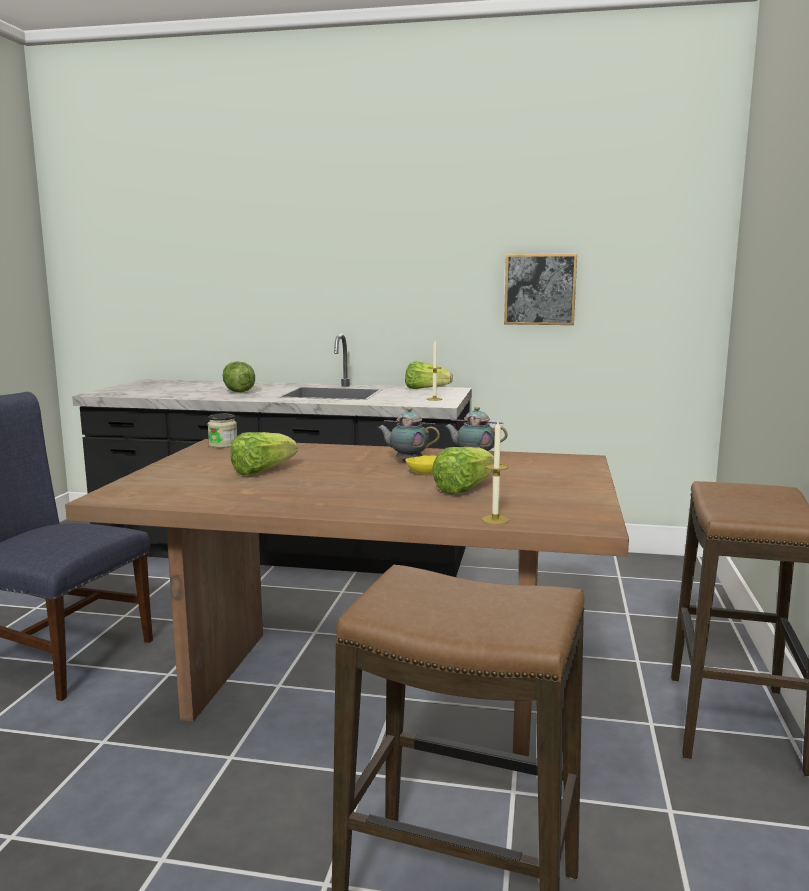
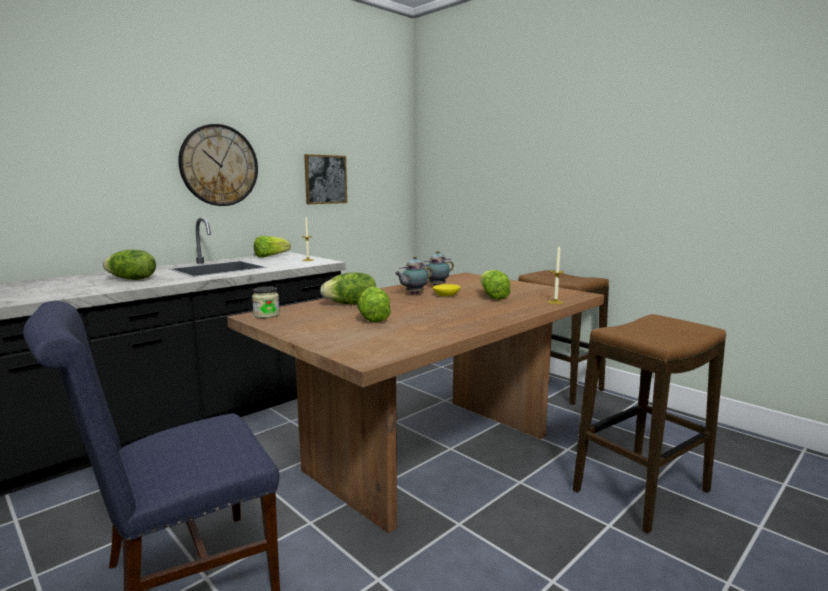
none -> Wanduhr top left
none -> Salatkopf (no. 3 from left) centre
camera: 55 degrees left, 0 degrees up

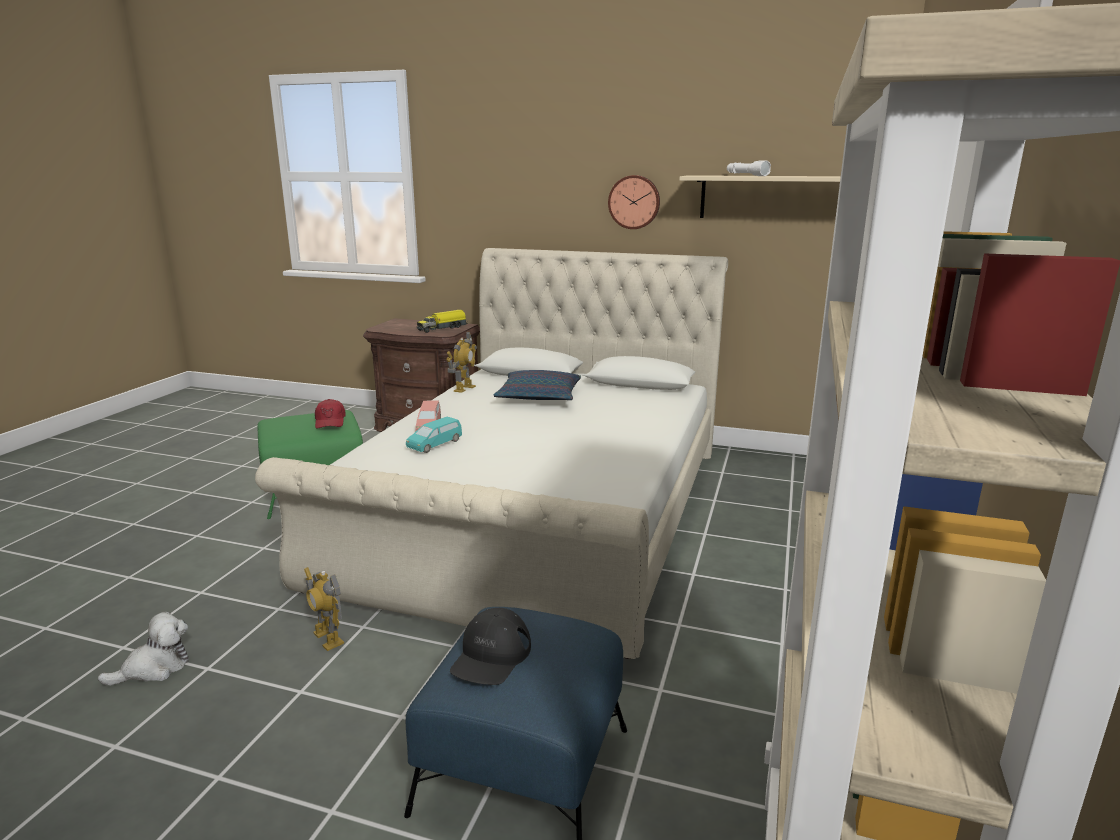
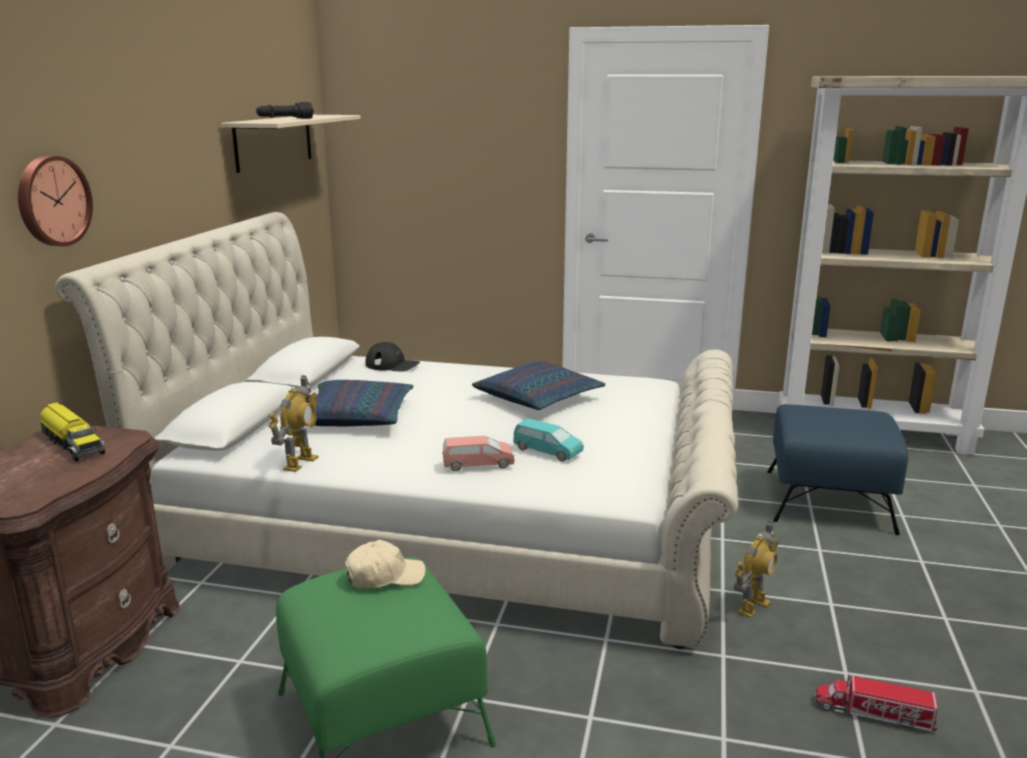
none -> Kissen [blau] (no. 2 from left) centre
Kappe [schwarz] bottom centre -> Kappe [schwarz] centre, shifted
Wanduhr top centre -> Wanduhr top left, shifted
Plüschtier bottom left -> Spielzeuglaster (no. 2 from left) bottom right
Kappe [rot] middle left -> Kappe [beige] bottom centre
Taschenlampe [weiß] top right -> Taschenlampe [schwarz] top left
Spielzeugroboter (no. 2 from left in the first image) centre -> Spielzeugroboter (no. 1 from left) middle left, 90 degrees clockwise
camera: 95 degrees left, 0 degrees up

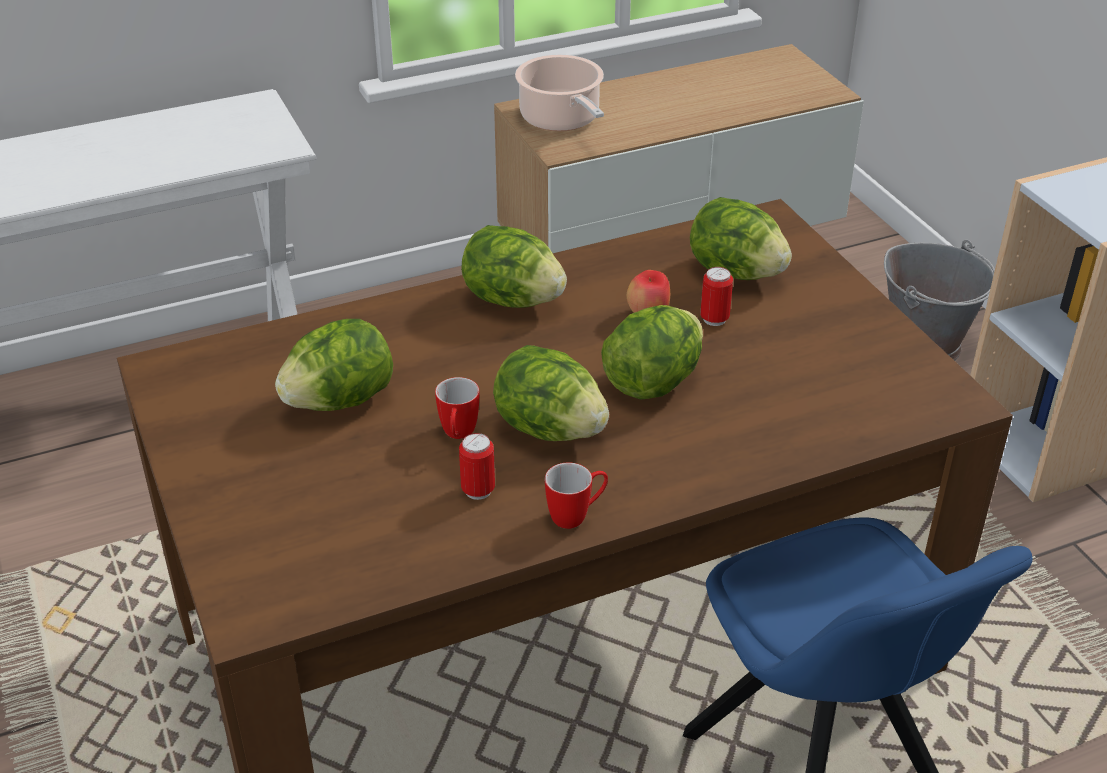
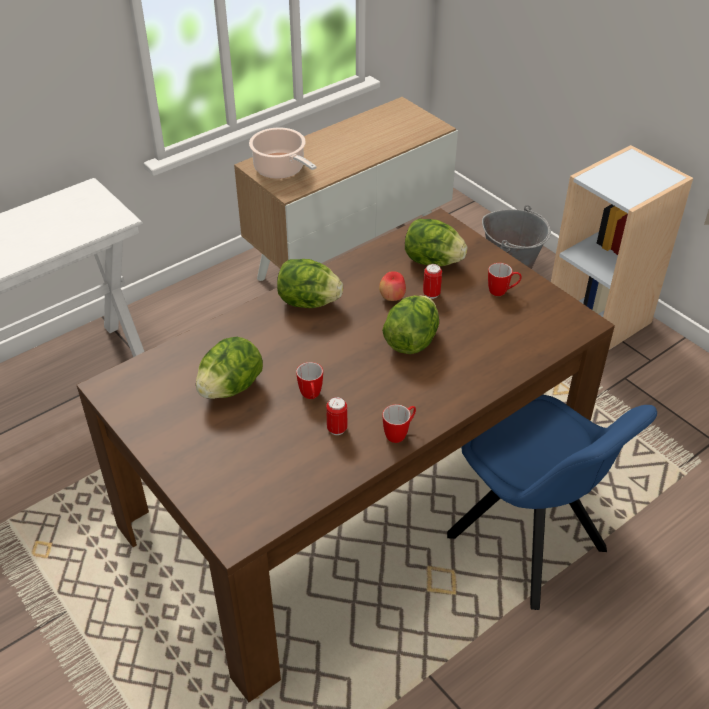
Salatkopf (no. 3 from left) centre -> none
none -> Henkelbecher (no. 3 from left) middle right
camera: 15 degrees left, 5 degrees up

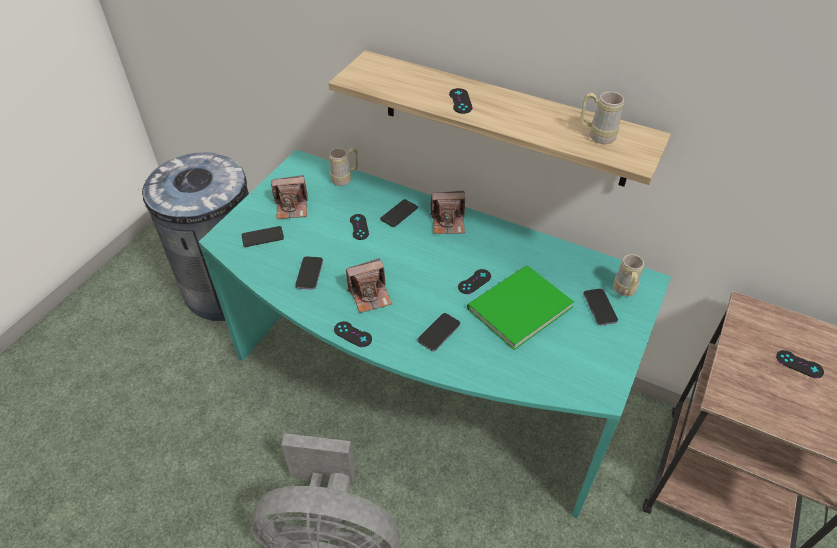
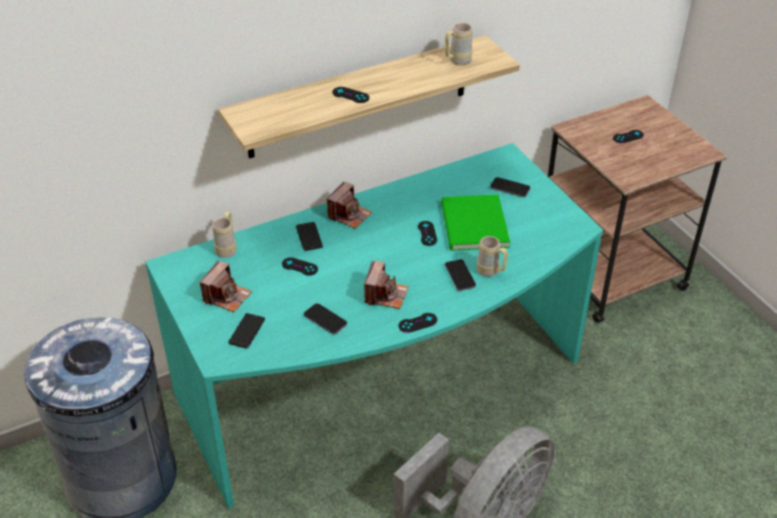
Henkelbecher [beige] (no. 3 from left) middle right -> Henkelbecher [beige] (no. 3 from left) centre, shifted
camera: 55 degrees left, 5 degrees down

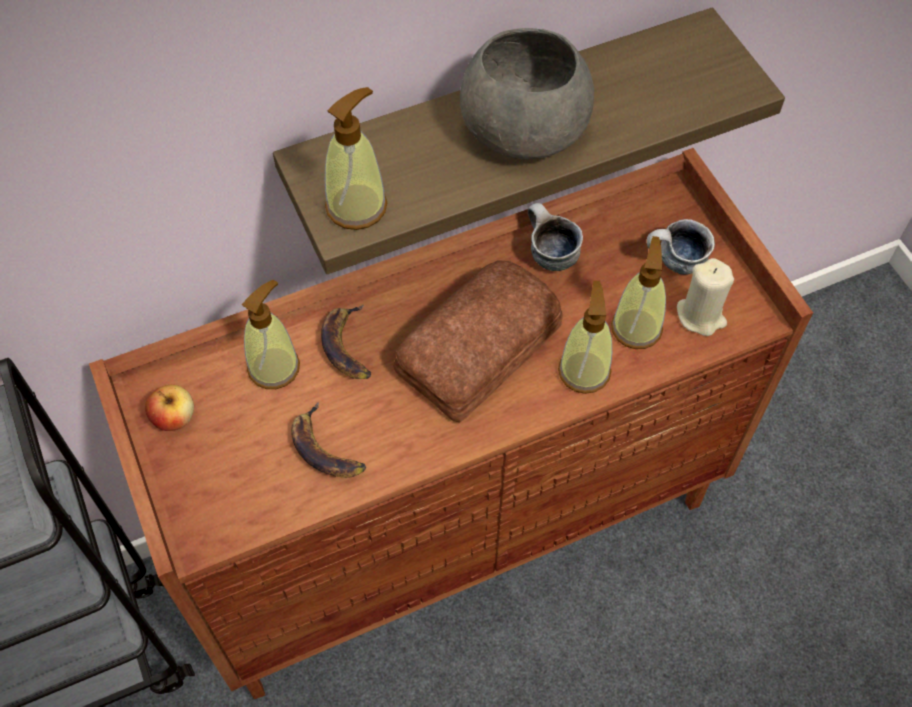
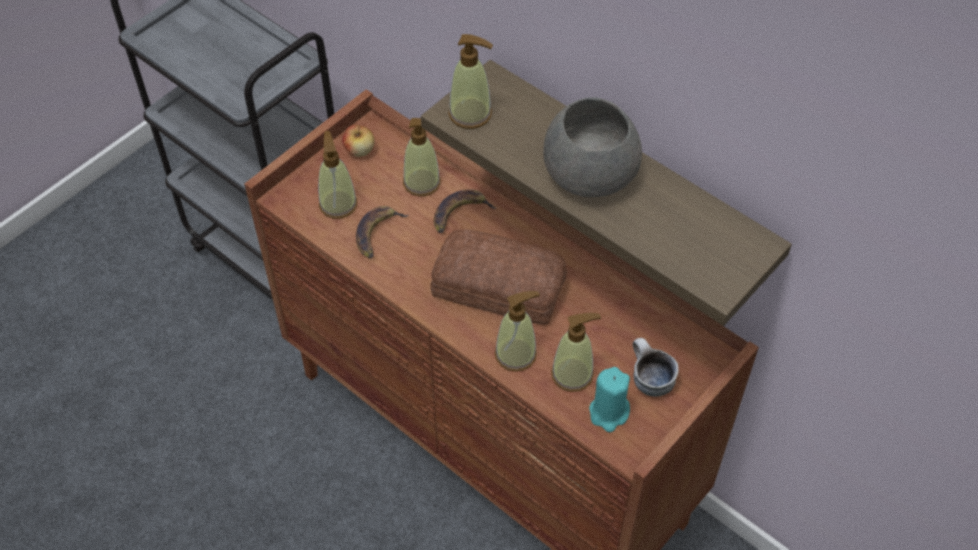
Henkelbecher (no. 1 from left) centre -> none
none -> Seifenspender (no. 1 from left) top centre
Kerze [beige] middle right -> Kerze [türkis] bottom centre
camera: 65 degrees right, 5 degrees down

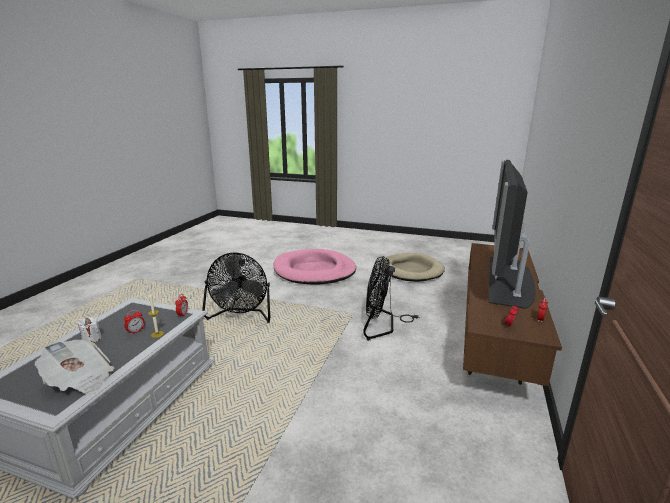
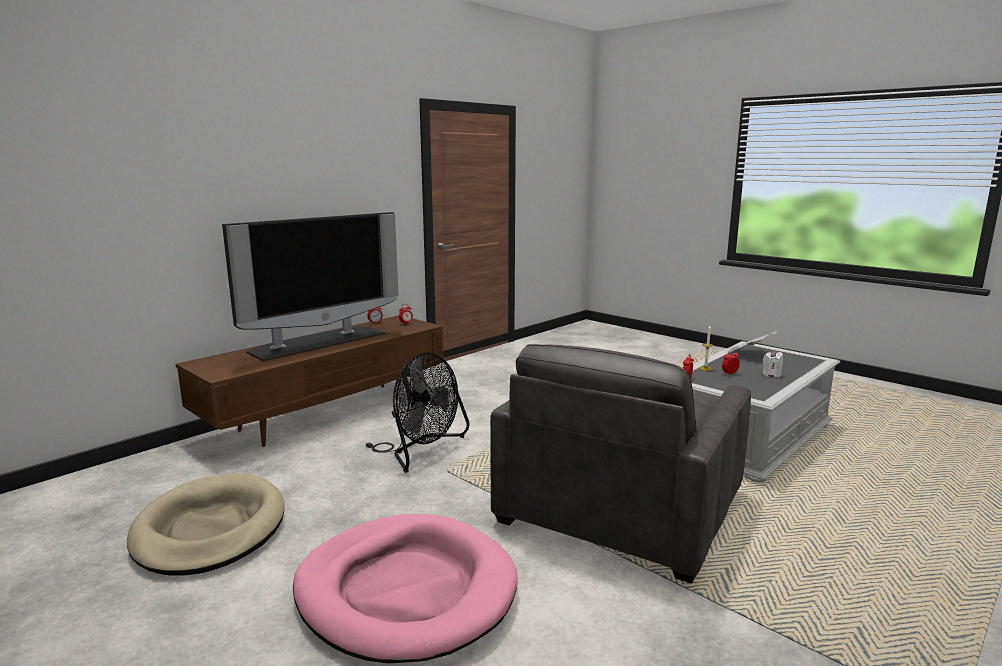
Ventilator [schwarz] (no. 1 from left) centre -> Sessel [grau] bottom centre
camera: 155 degrees left, 5 degrees down

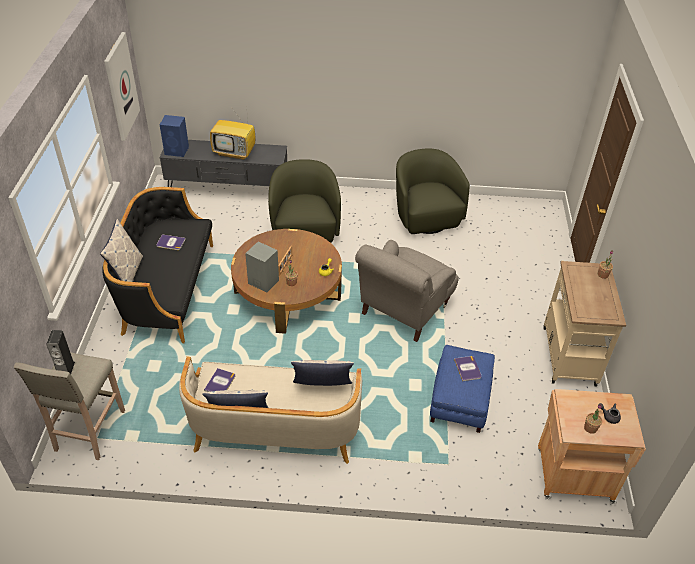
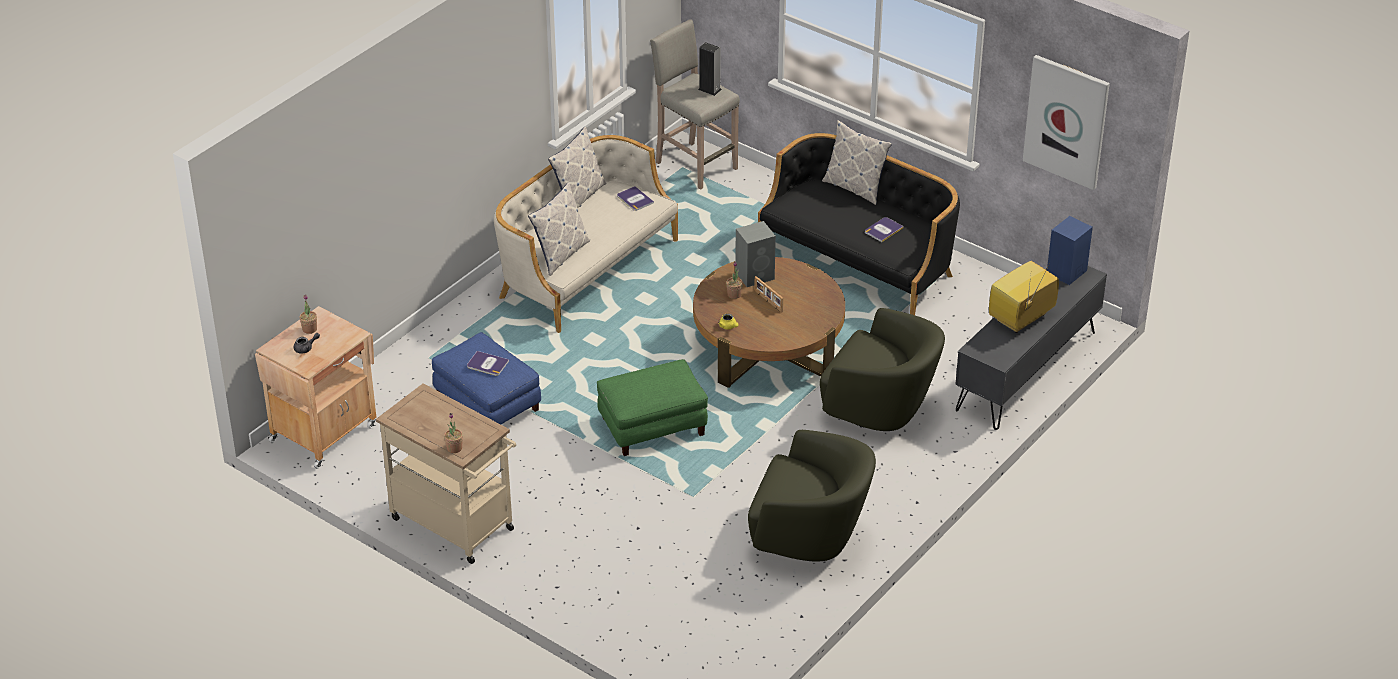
Sessel [grau] centre -> Polsterhocker [grün] centre
camera: 125 degrees right, 5 degrees down

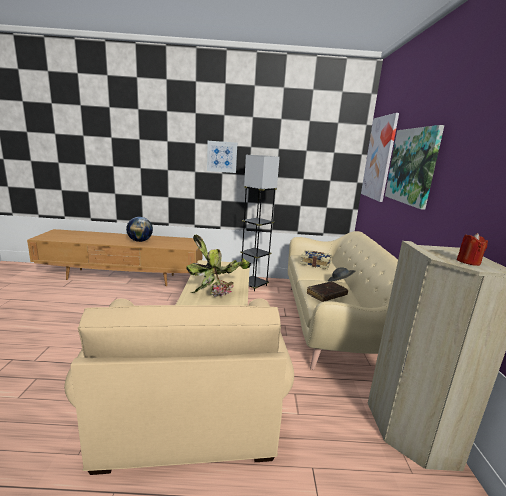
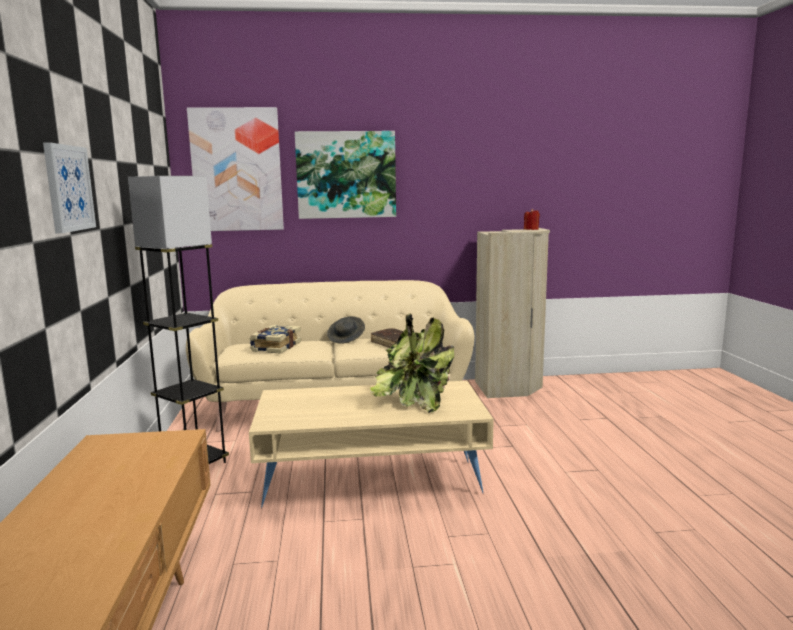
Sessel [beige] bottom centre -> none
Globus middle left -> none
camera: 95 degrees left, 5 degrees down

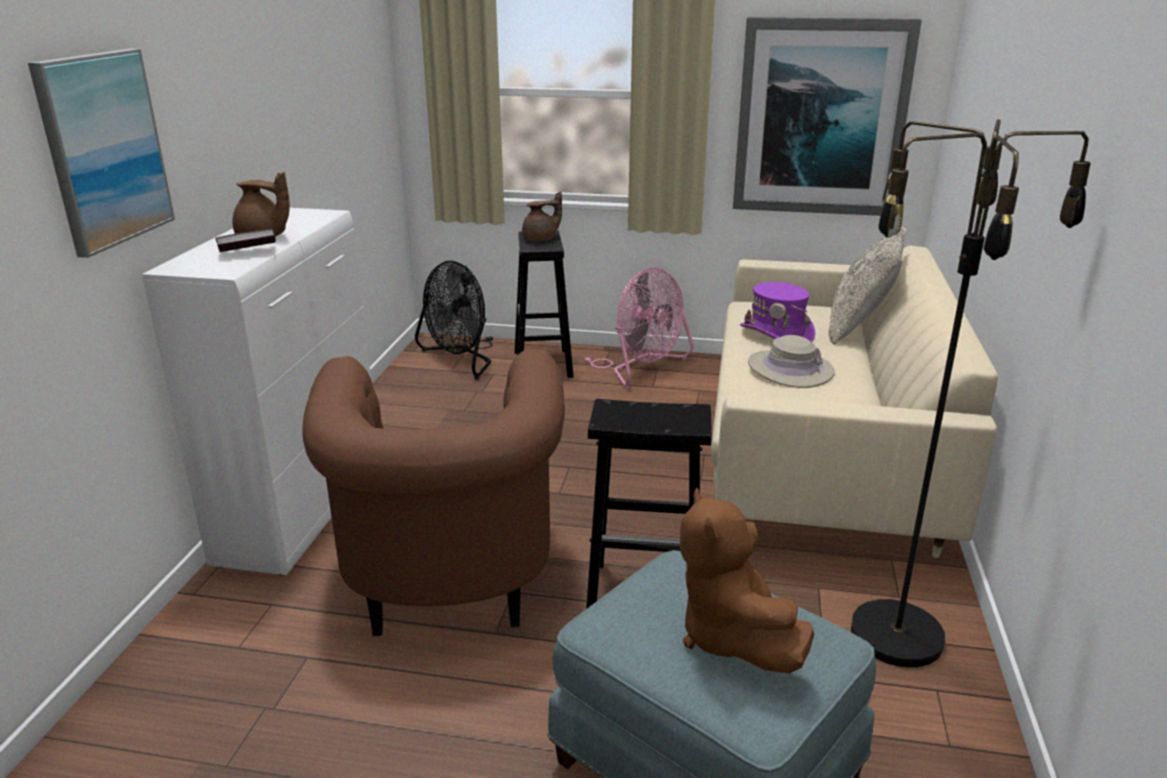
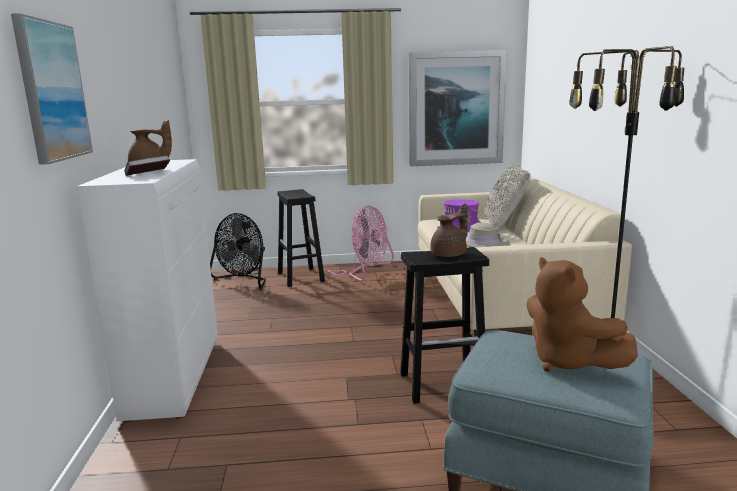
Sessel [braun] centre -> none
Teekanne [braun] (no. 2 from left) top centre -> Teekanne [braun] (no. 2 from left) centre, shifted
camera: 15 degrees left, 10 degrees down

